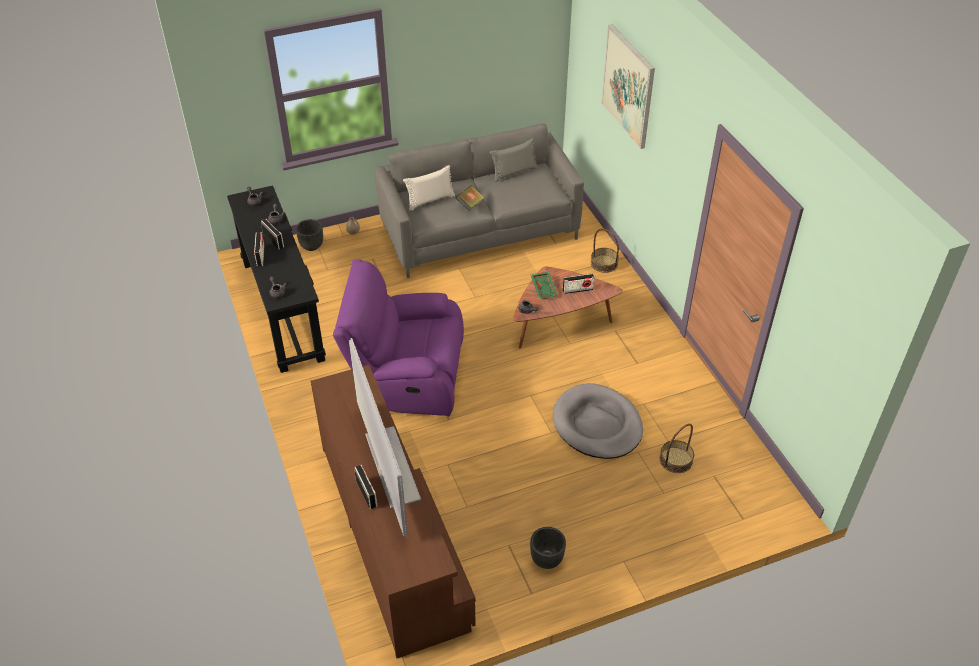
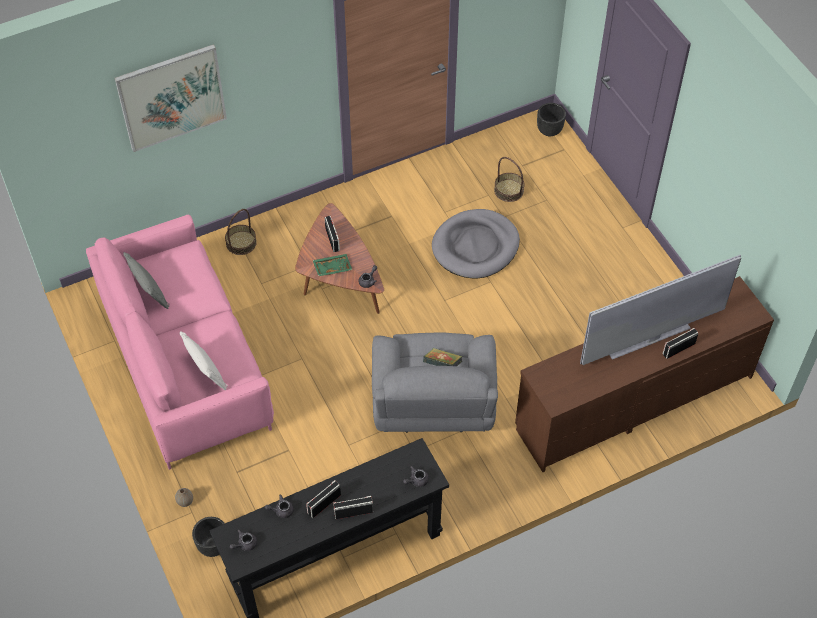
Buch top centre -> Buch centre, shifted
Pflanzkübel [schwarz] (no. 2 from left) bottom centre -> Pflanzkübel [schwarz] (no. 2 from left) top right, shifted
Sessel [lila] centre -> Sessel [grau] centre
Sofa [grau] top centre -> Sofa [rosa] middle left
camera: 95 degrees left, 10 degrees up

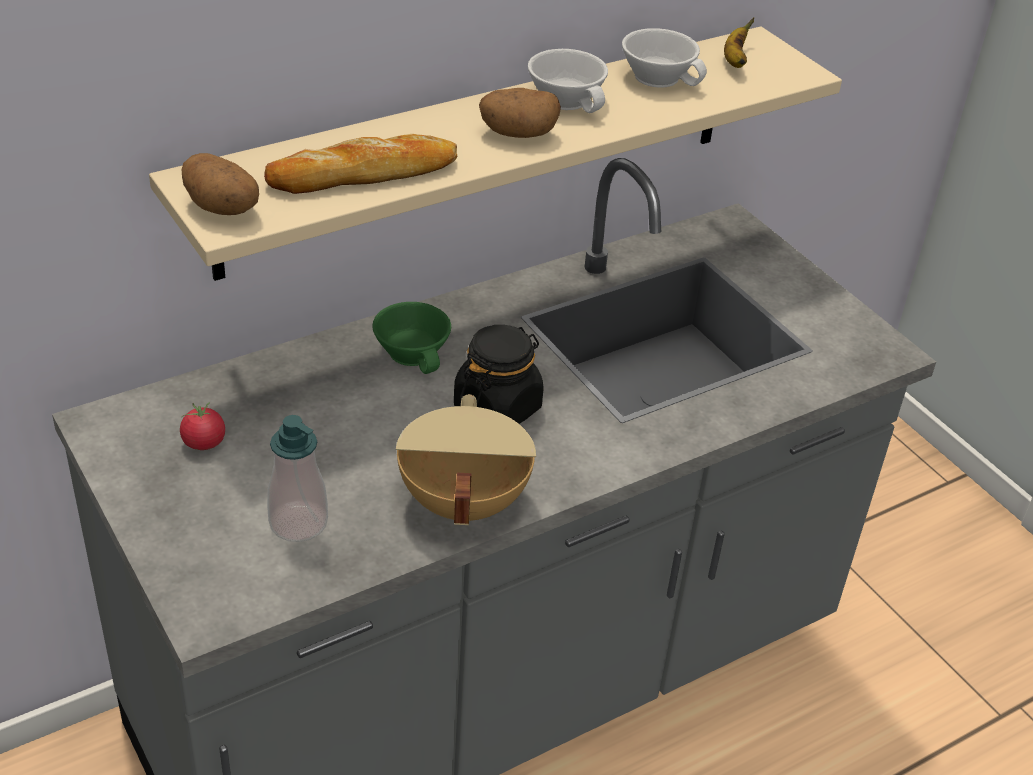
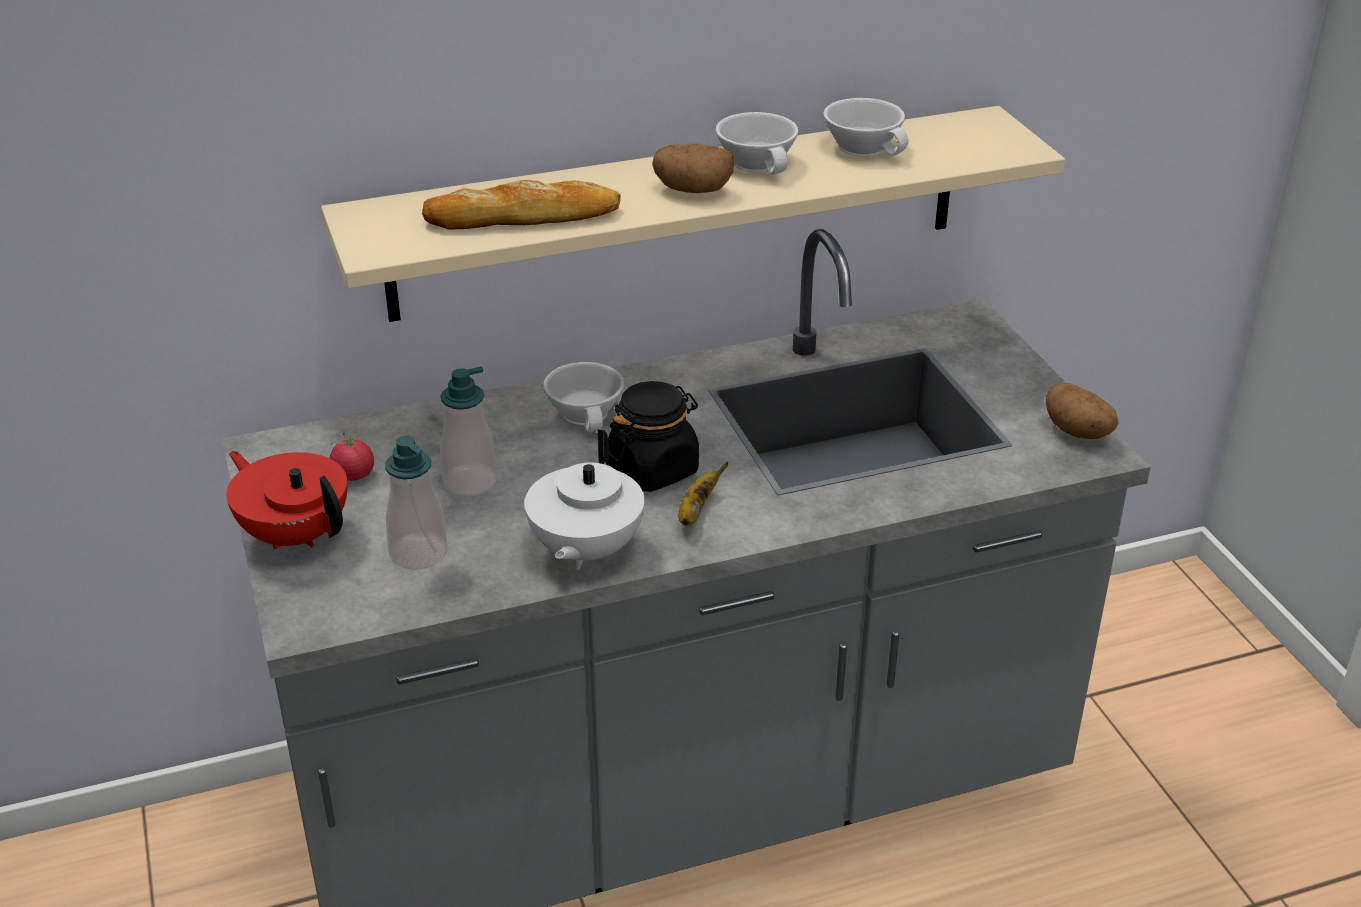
none -> Teekanne [rot] middle left
none -> Seifenspender (no. 2 from left) centre
Kartoffel (no. 1 from left in the first image) top left -> Kartoffel (no. 2 from left) middle right, shifted
Banane top right -> Banane centre, shifted
Kochtopf [beige] centre -> Teekanne [weiß] centre
Tasse [grün] centre -> Tasse [weiß] (no. 1 from left) centre
camera: 15 degrees right, 5 degrees down

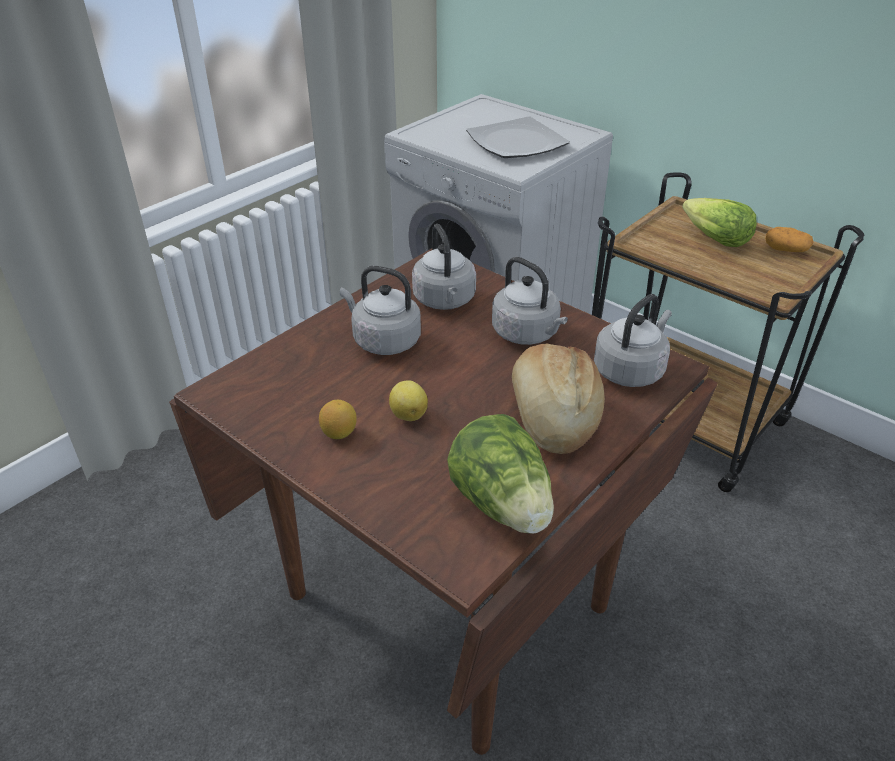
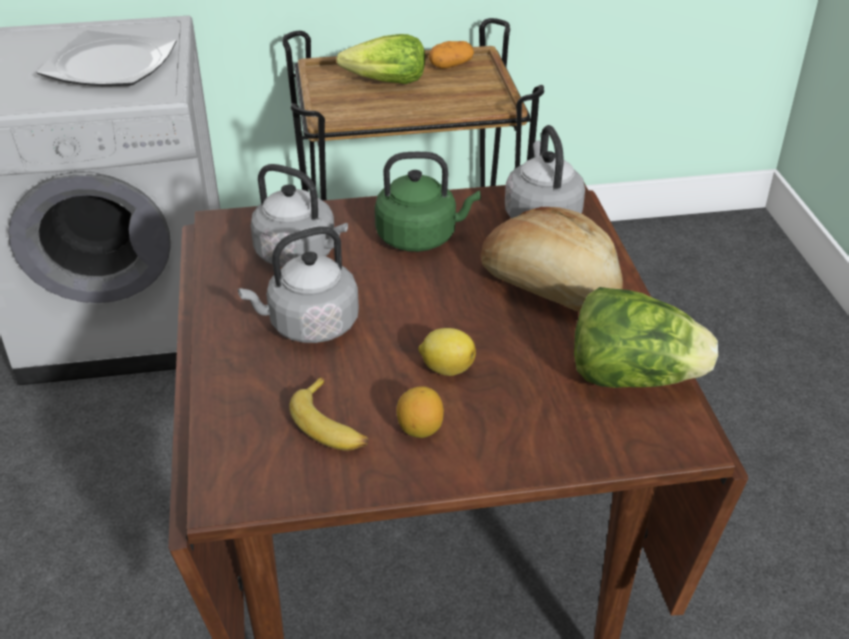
none -> Banane centre
Wasserkessel [grau] (no. 3 from left) centre -> Wasserkessel [grün] top centre
camera: 50 degrees left, 0 degrees up

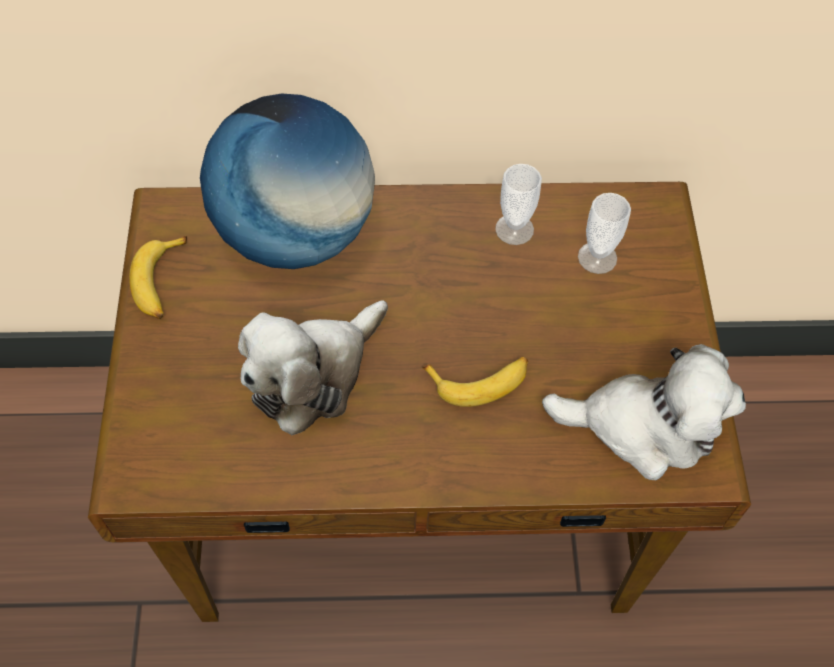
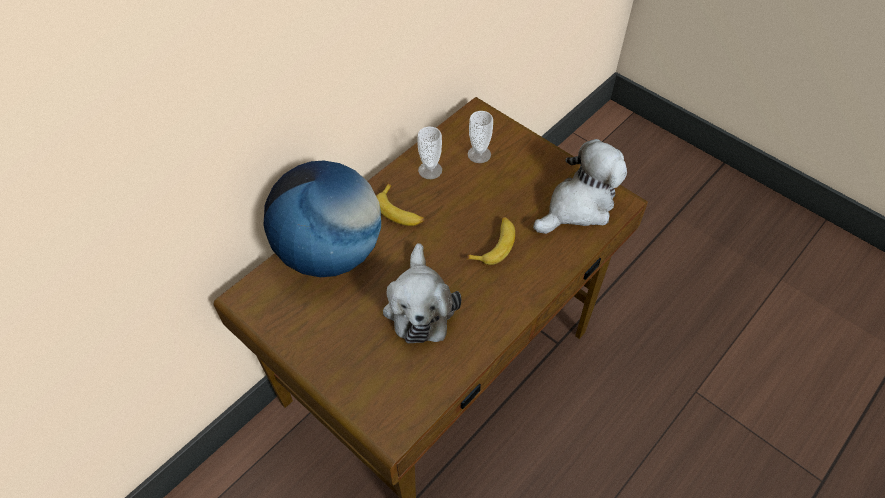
Banane (no. 1 from left) middle left -> Banane (no. 1 from left) centre, shifted
camera: 45 degrees left, 5 degrees down

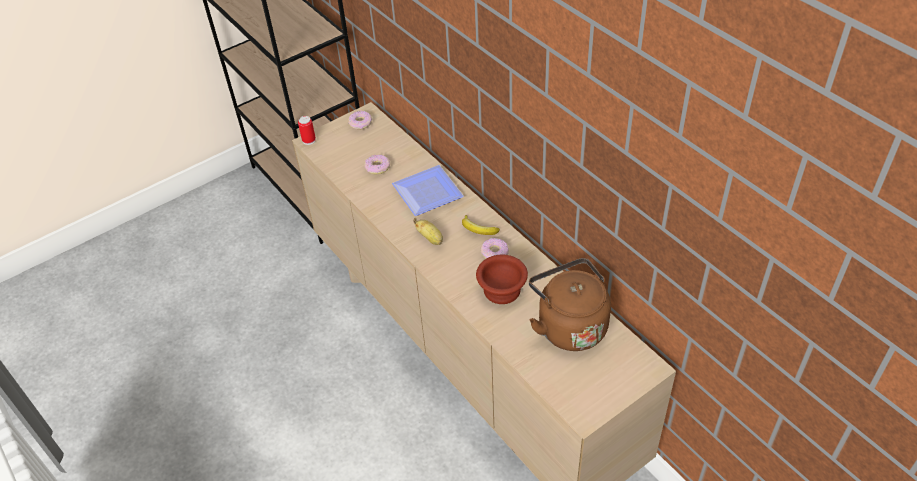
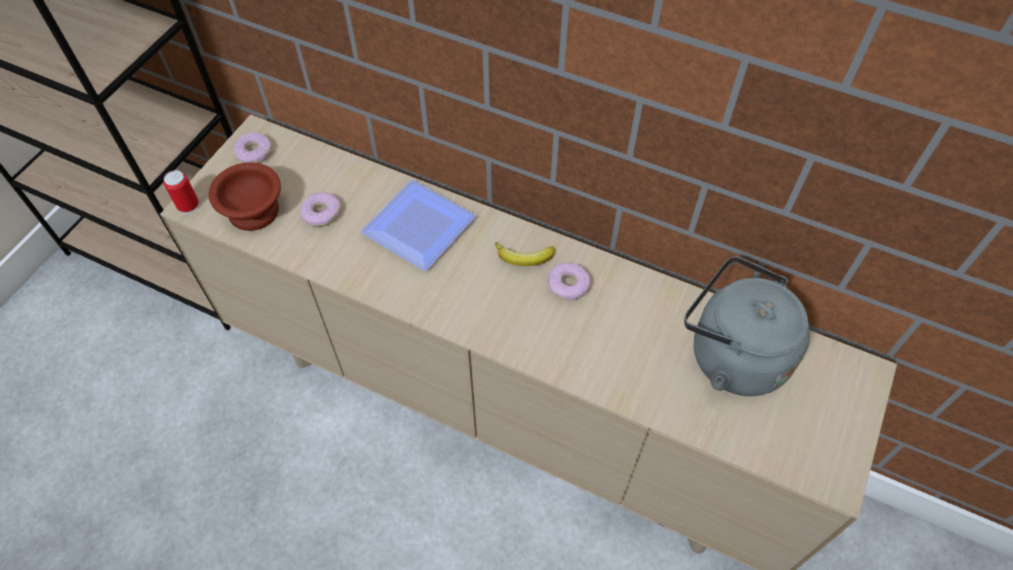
Banane (no. 1 from left) centre -> none
Schüssel [braun] centre -> Schüssel [braun] middle left, shifted
Wasserkessel [braun] centre -> Wasserkessel [grau] middle right
camera: 30 degrees left, 10 degrees up

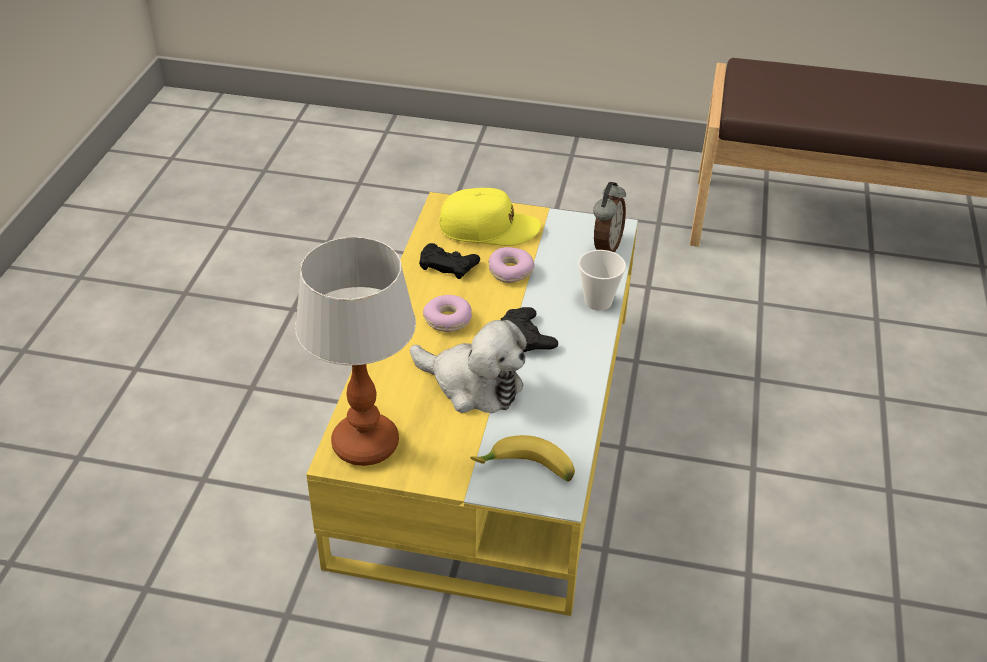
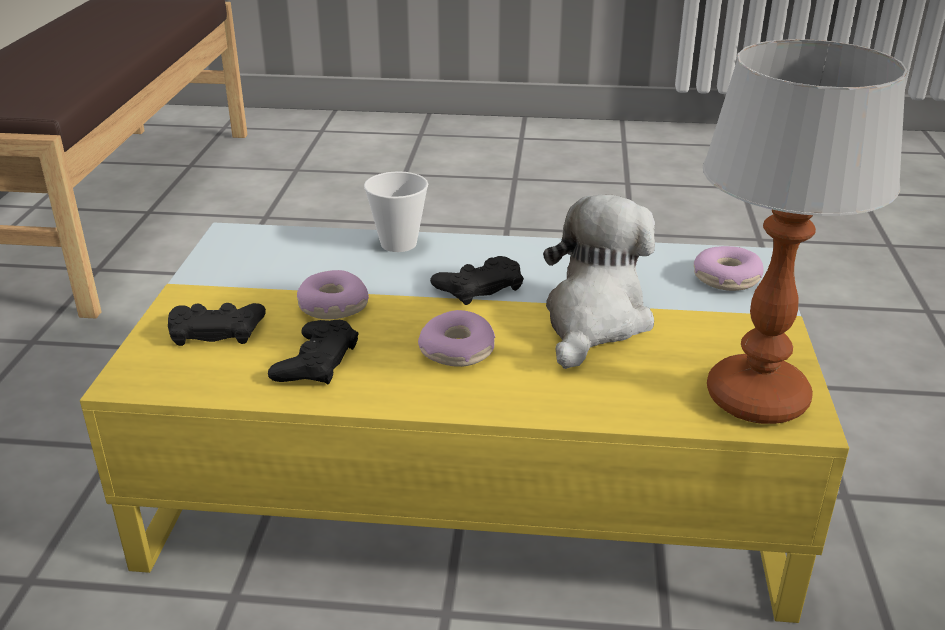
Wecker top centre -> none
Kappe [gelb] top centre -> Gamepad [schwarz] (no. 1 from left) middle left
Banane bottom centre -> Donut (no. 3 from left) middle right
camera: 95 degrees left, 10 degrees down

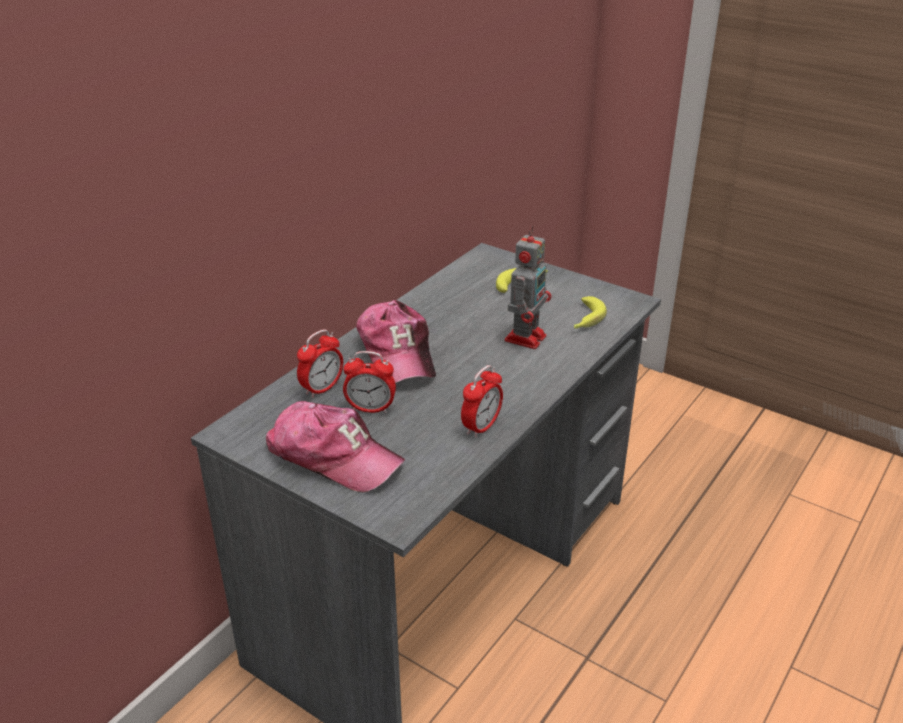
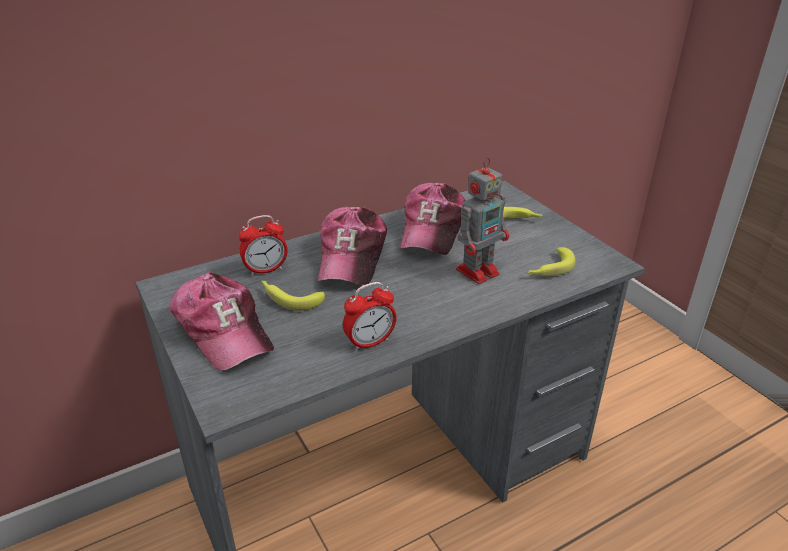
none -> Kappe (no. 3 from left) centre
Wecker (no. 2 from left) centre -> Banane (no. 1 from left) centre
camera: 25 degrees right, 0 degrees up

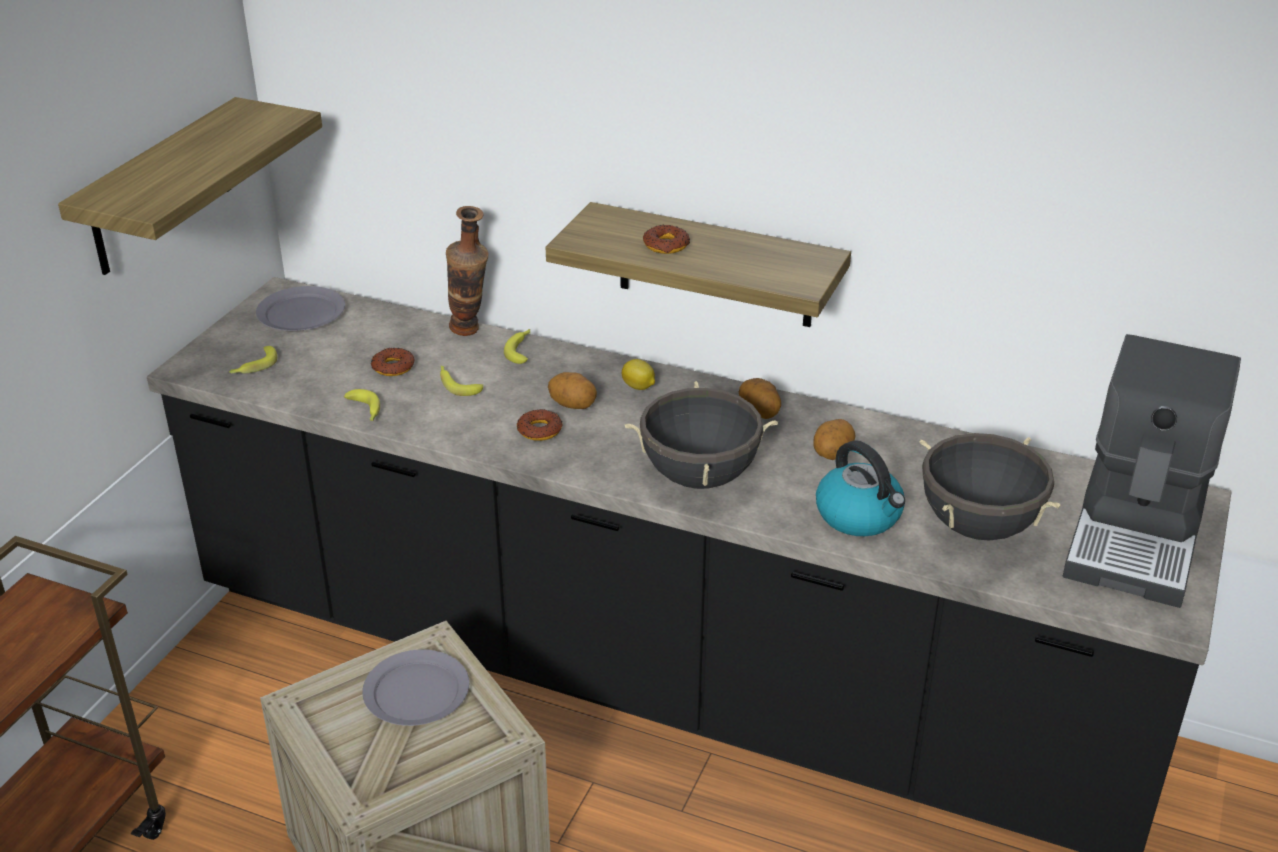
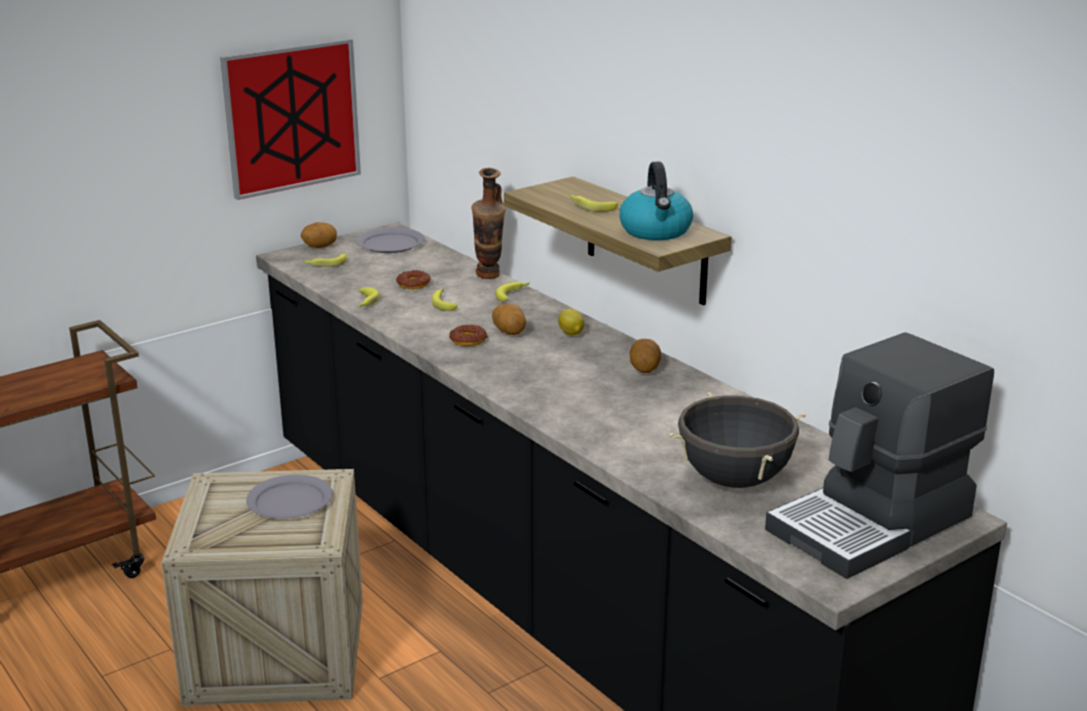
Kochtopf [schwarz] (no. 1 from left) centre -> none
Kartoffel (no. 3 from left in the first image) centre -> Kartoffel (no. 1 from left) top left, shifted
Wasserkessel middle right -> Wasserkessel top centre, shifted
Wandregal (no. 1 from left) top left -> Bild top left
Donut (no. 3 from left) top centre -> Banane (no. 5 from left) top centre
camera: 30 degrees right, 10 degrees down

